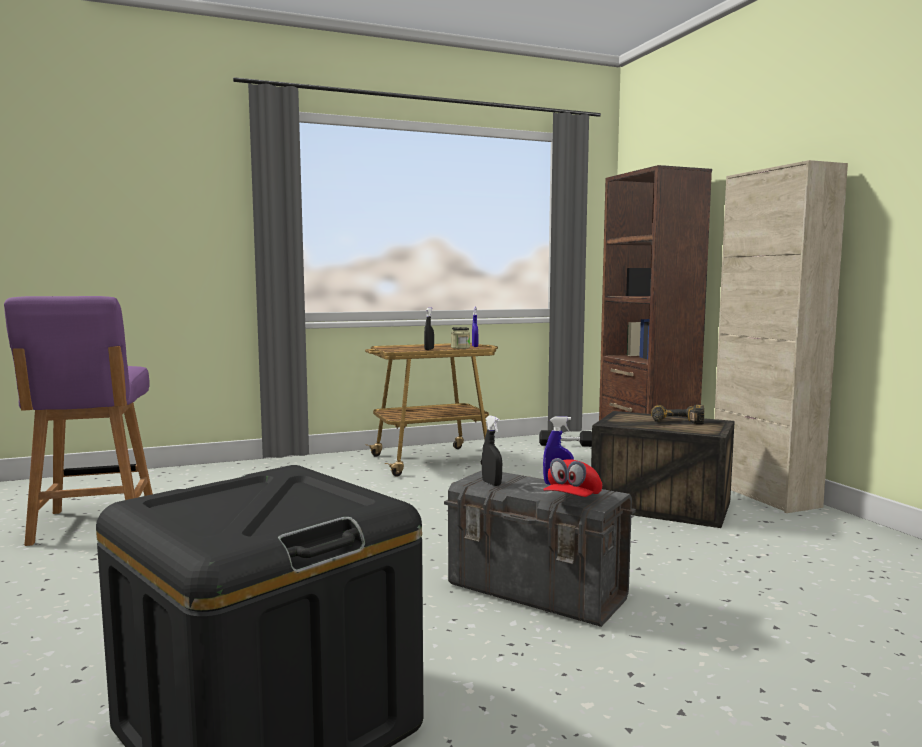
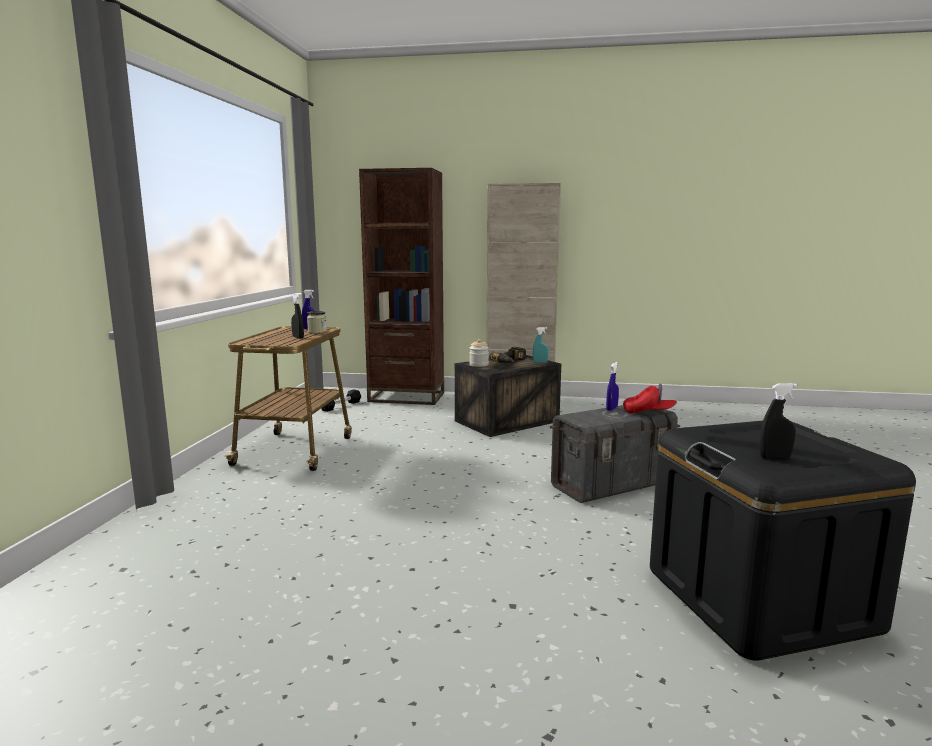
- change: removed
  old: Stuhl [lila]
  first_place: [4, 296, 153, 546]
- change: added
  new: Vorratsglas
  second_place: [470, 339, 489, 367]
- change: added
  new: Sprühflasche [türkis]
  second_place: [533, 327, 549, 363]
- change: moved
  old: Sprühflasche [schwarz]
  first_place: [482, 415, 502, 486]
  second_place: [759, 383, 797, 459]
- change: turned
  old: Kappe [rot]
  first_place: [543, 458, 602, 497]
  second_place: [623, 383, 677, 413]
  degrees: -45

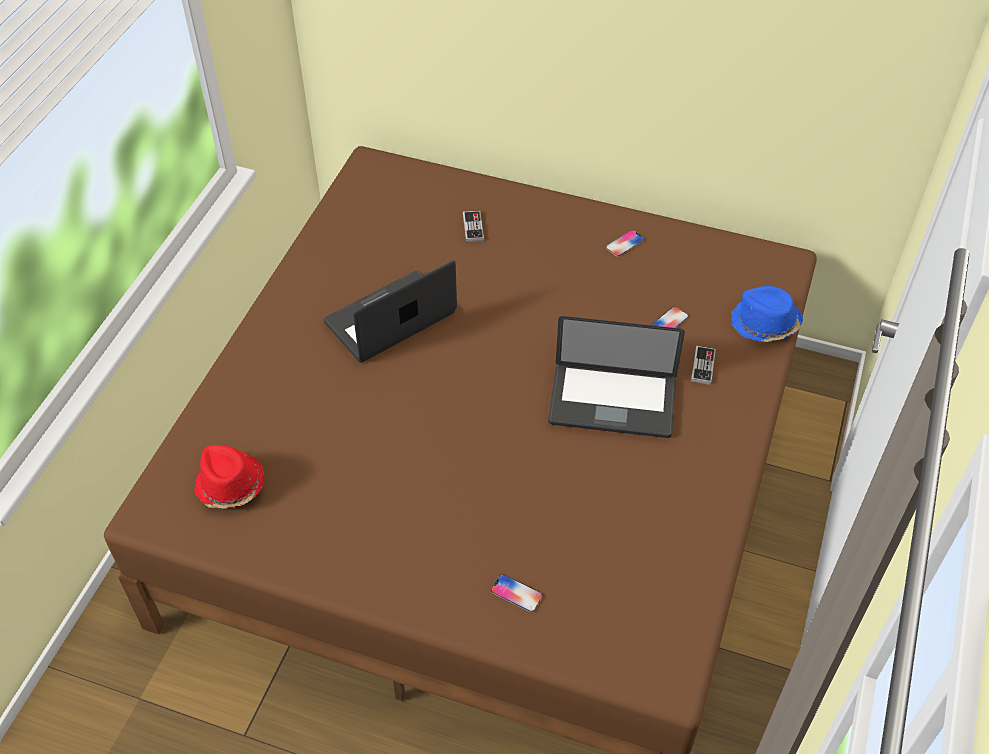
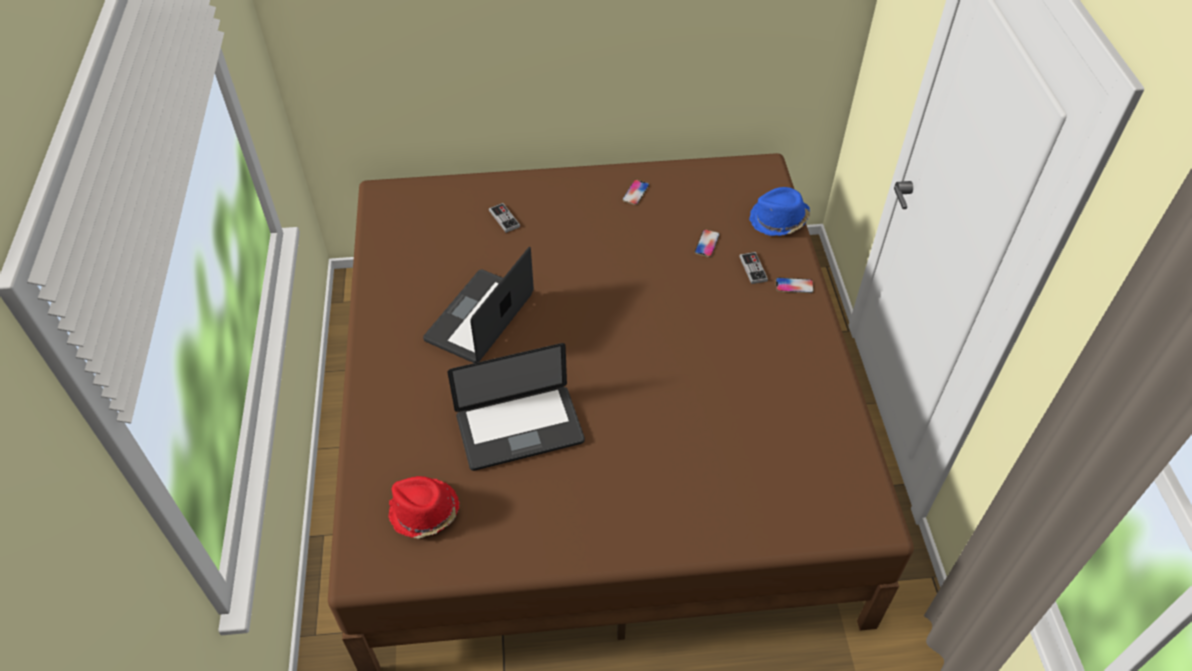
- change: moved
  old: Handy
  first_place: [491, 574, 543, 612]
  second_place: [776, 278, 814, 293]
- change: moved
  old: Laptop
  first_place: [548, 316, 685, 438]
  second_place: [447, 343, 585, 471]

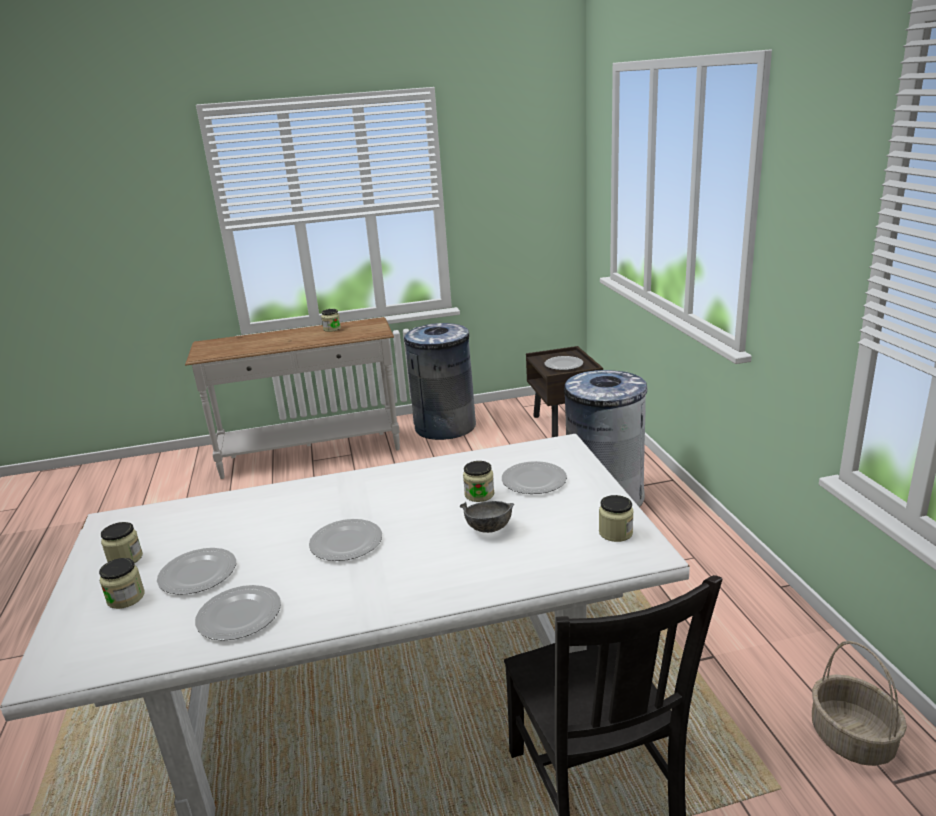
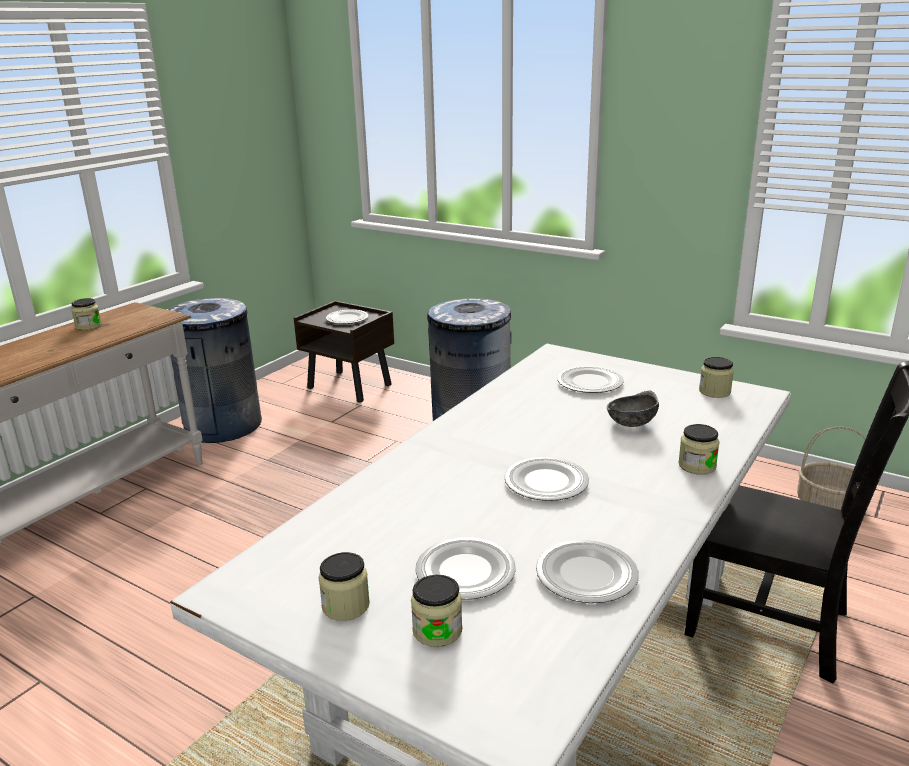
- change: moved
  old: Vorratsglas
  first_place: [463, 461, 494, 502]
  second_place: [678, 424, 720, 475]

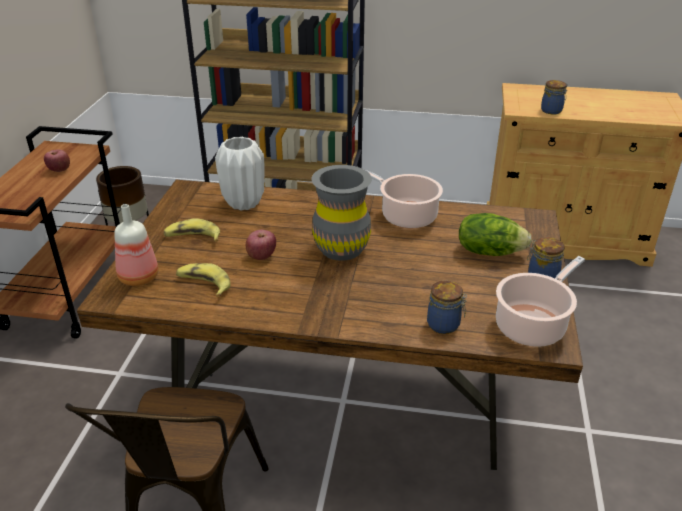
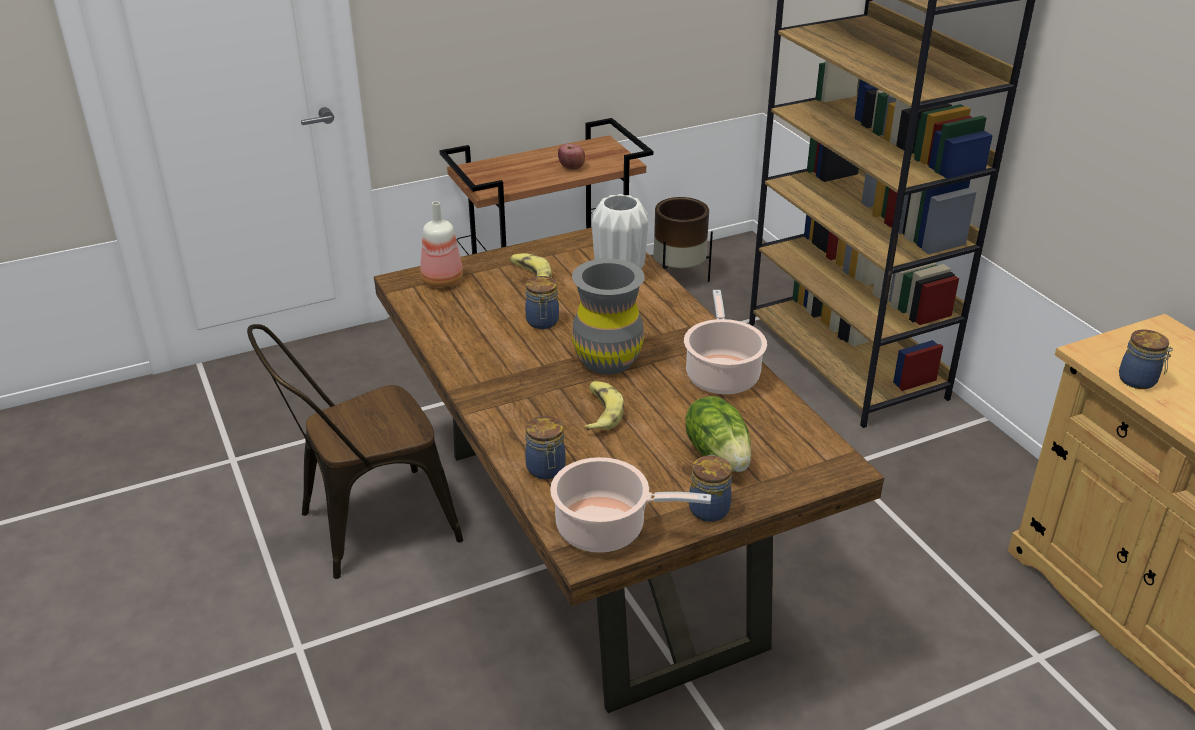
- change: moved
  old: Banane
  first_place: [176, 263, 231, 297]
  second_place: [584, 381, 624, 431]
- change: replaced
  old: Apfel
  new: Vorratsglas
  first_place: [246, 230, 276, 260]
  second_place: [525, 276, 559, 329]

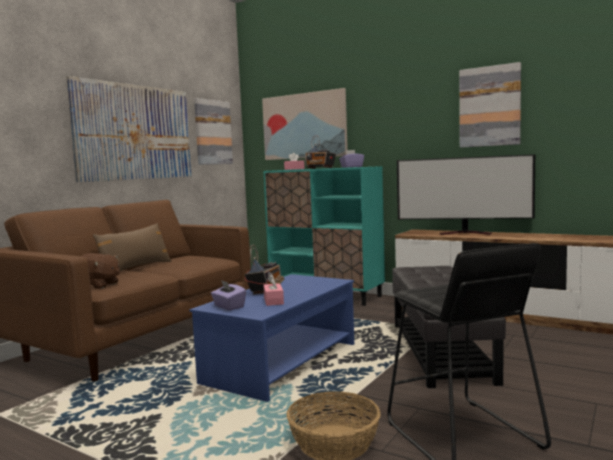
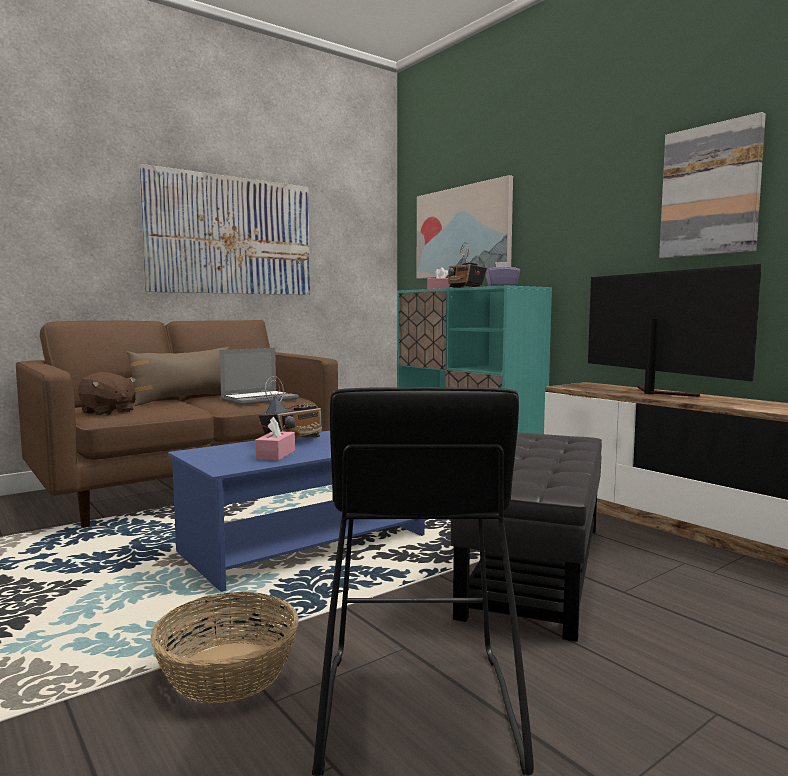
- change: removed
  old: Bild
  first_place: [194, 98, 233, 165]
- change: removed
  old: Taschentuchbox [lila]
  first_place: [211, 280, 246, 310]
- change: added
  new: Laptop
  second_place: [220, 348, 299, 405]
- change: turned
  old: Fernseher
  first_place: [397, 154, 535, 235]
  second_place: [588, 264, 761, 397]
  degrees: -150

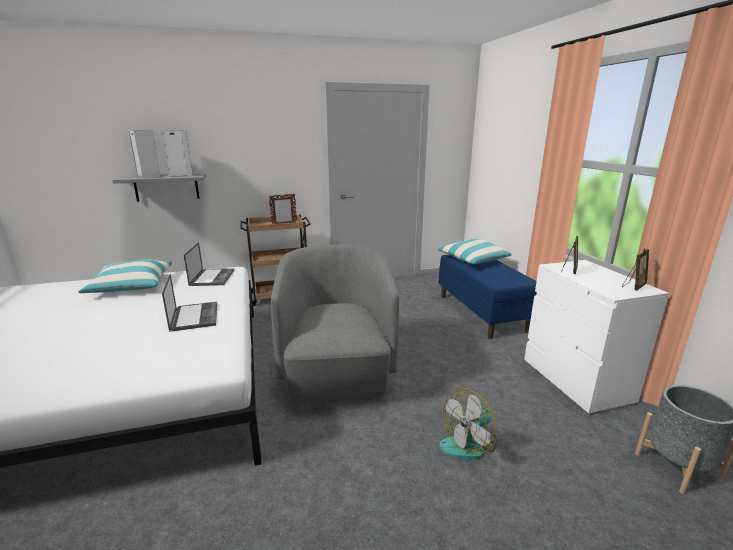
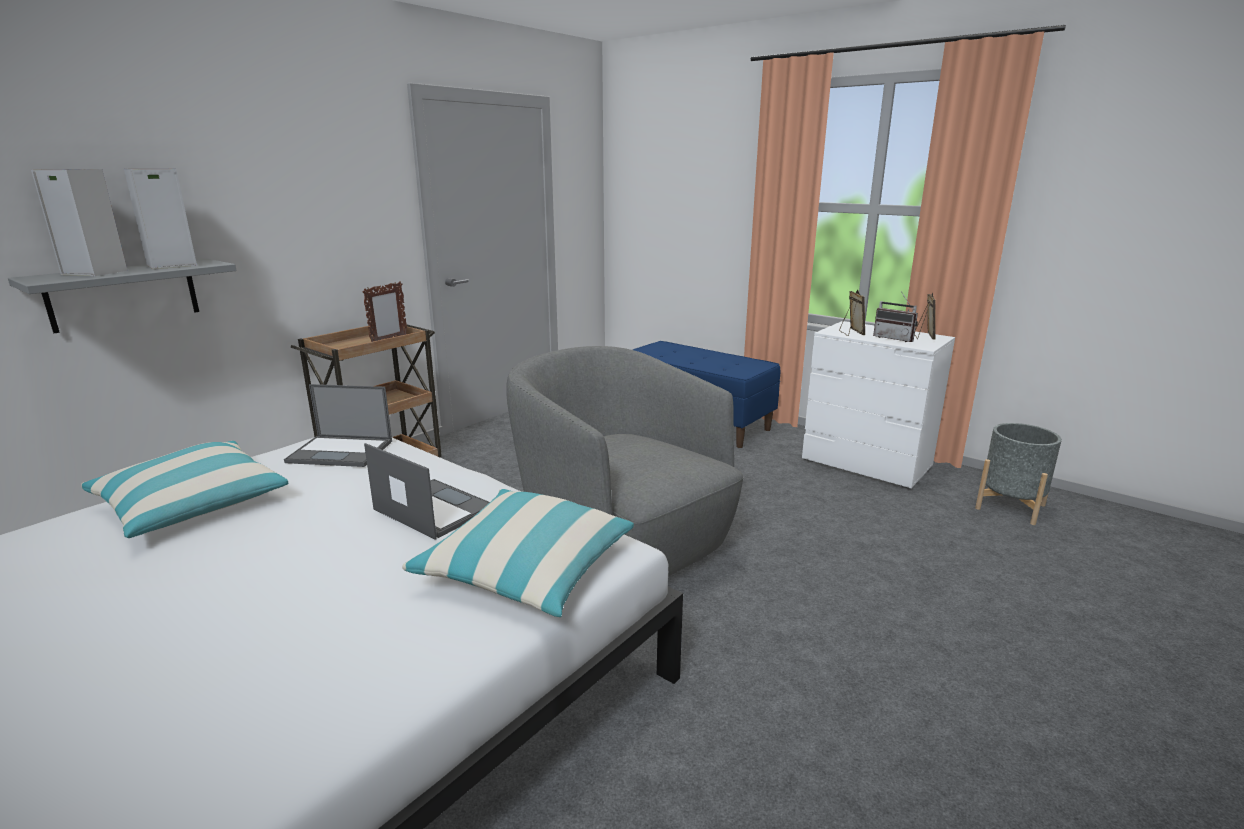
- change: removed
  old: Ventilator
  first_place: [439, 389, 498, 460]
- change: added
  new: Radio
  second_place: [873, 291, 918, 342]
- change: moved
  old: Kissen
  first_place: [437, 239, 512, 264]
  second_place: [402, 489, 634, 617]
- change: turned
  old: Laptop
  first_place: [184, 242, 234, 286]
  second_place: [284, 384, 392, 467]
  degrees: 135

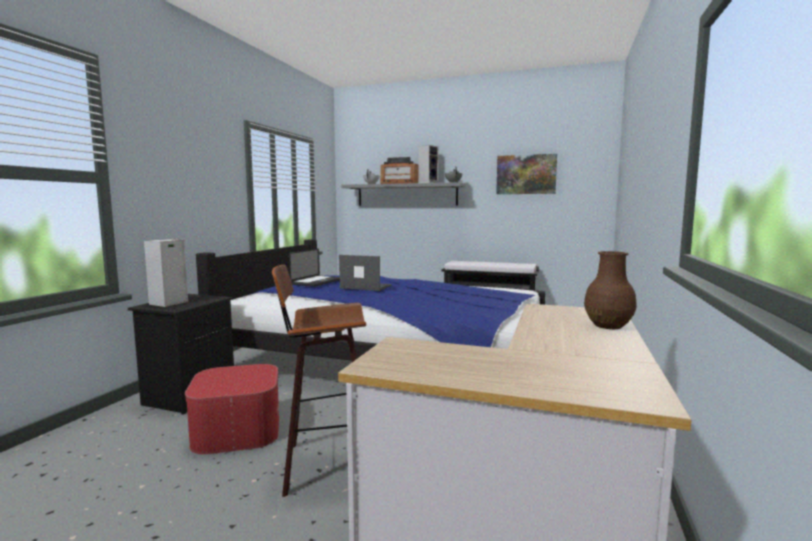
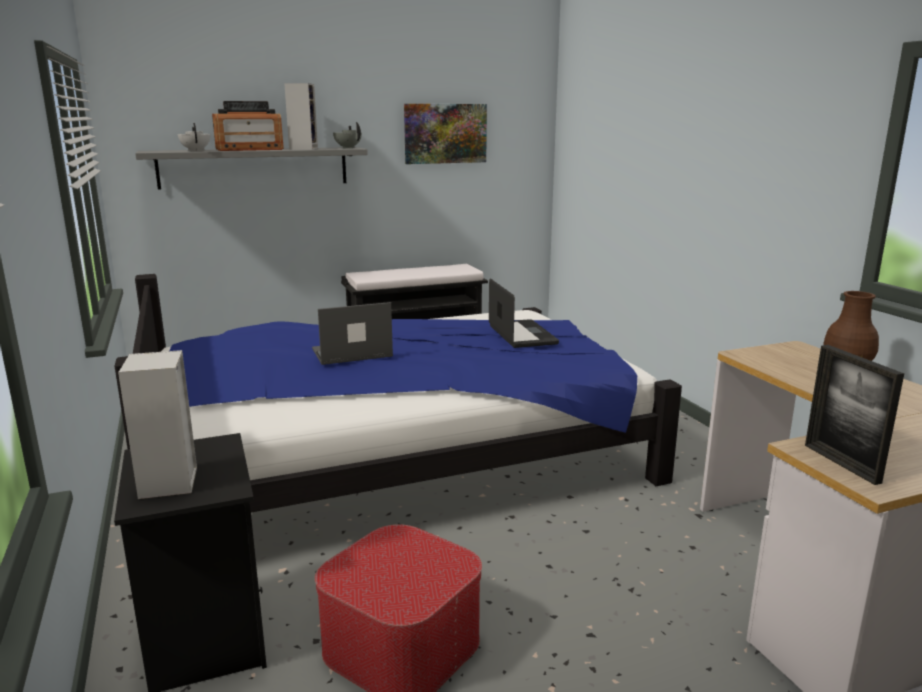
- change: removed
  old: Hocker
  first_place: [272, 265, 366, 497]
- change: added
  new: Bilderrahmen
  second_place: [805, 345, 904, 485]
- change: moved
  old: Laptop
  first_place: [289, 249, 340, 287]
  second_place: [489, 278, 559, 348]

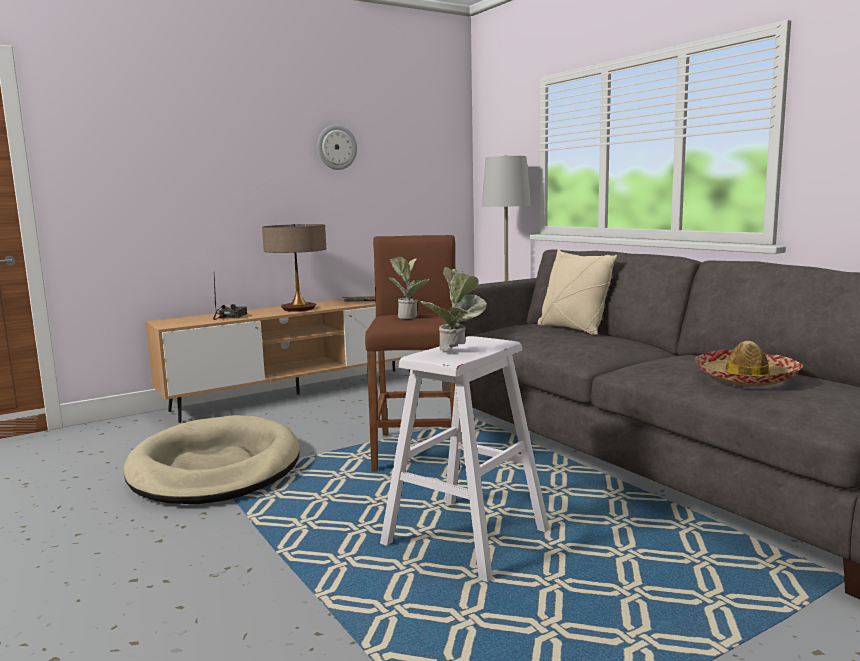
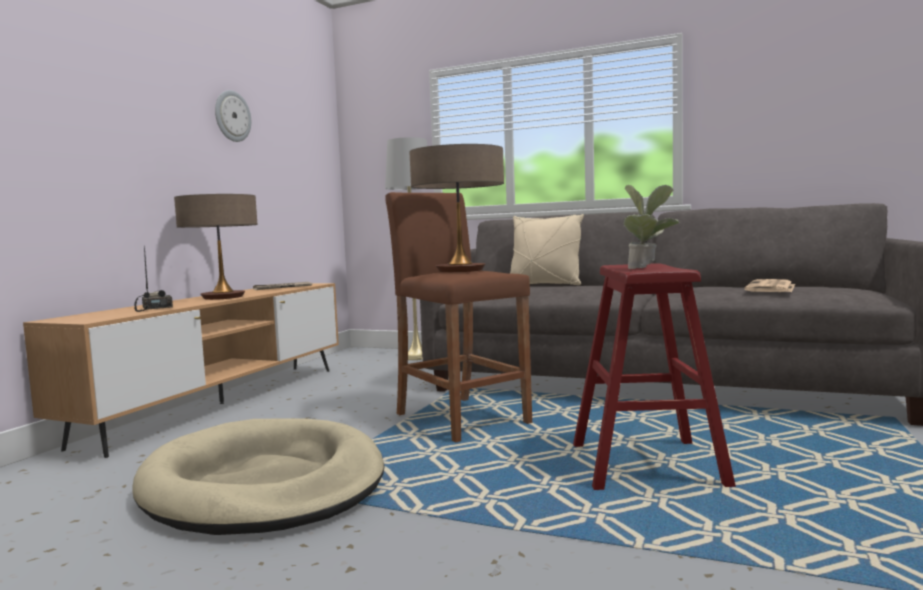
- change: replaced
  old: Topfpflanze
  new: Tischlampe
  first_place: [389, 257, 430, 319]
  second_place: [410, 144, 504, 272]
- change: replaced
  old: Hut
  new: Zeitung
  first_place: [695, 341, 803, 386]
  second_place: [745, 279, 795, 292]
- change: recoloured
  old: Hocker [weiß]
  new: Hocker [rot]
  first_place: [380, 336, 549, 582]
  second_place: [573, 263, 736, 490]

